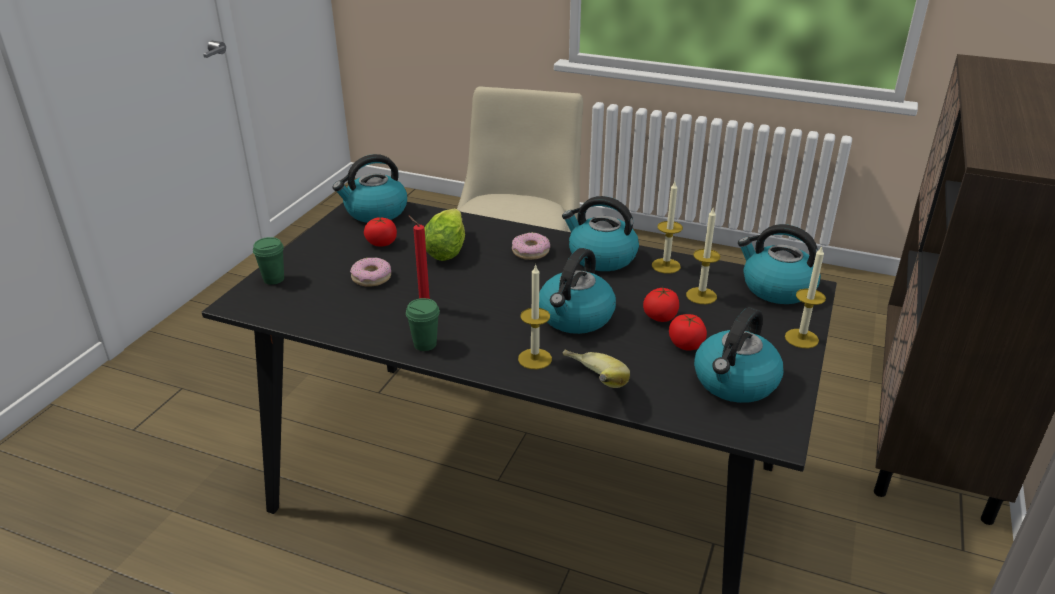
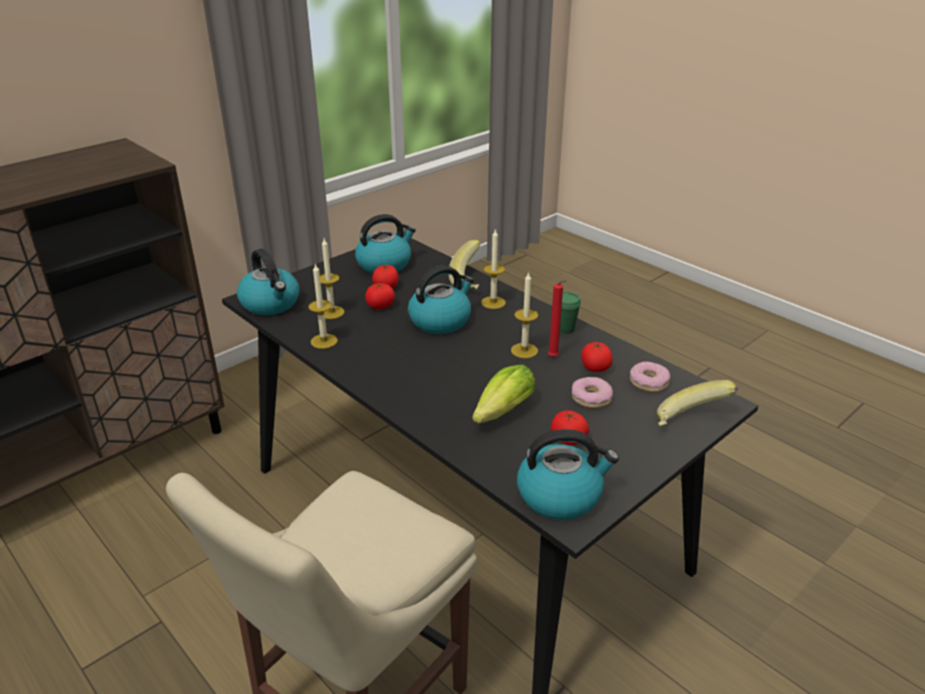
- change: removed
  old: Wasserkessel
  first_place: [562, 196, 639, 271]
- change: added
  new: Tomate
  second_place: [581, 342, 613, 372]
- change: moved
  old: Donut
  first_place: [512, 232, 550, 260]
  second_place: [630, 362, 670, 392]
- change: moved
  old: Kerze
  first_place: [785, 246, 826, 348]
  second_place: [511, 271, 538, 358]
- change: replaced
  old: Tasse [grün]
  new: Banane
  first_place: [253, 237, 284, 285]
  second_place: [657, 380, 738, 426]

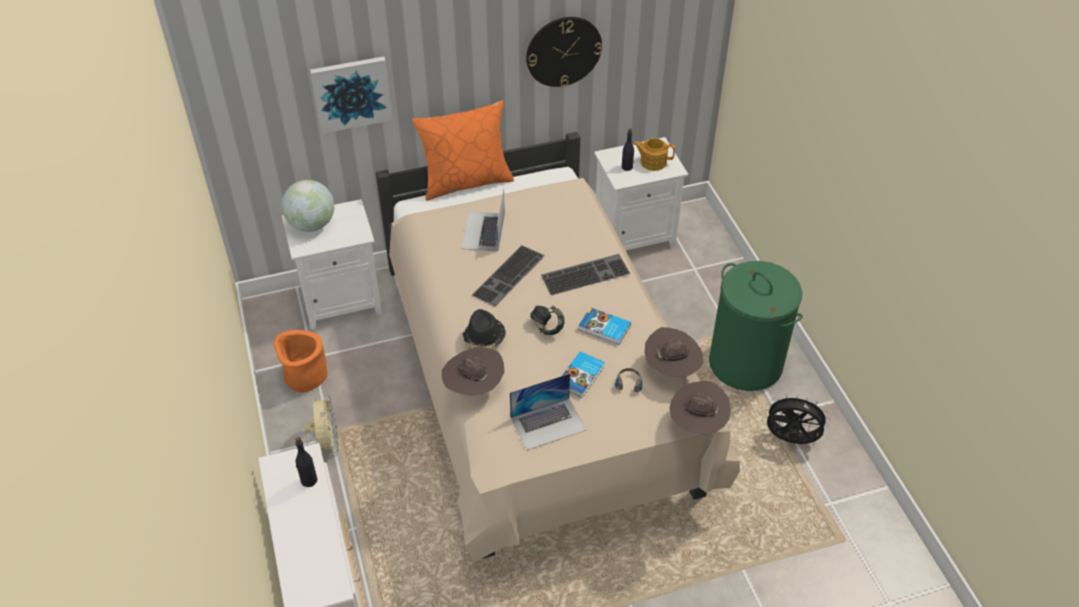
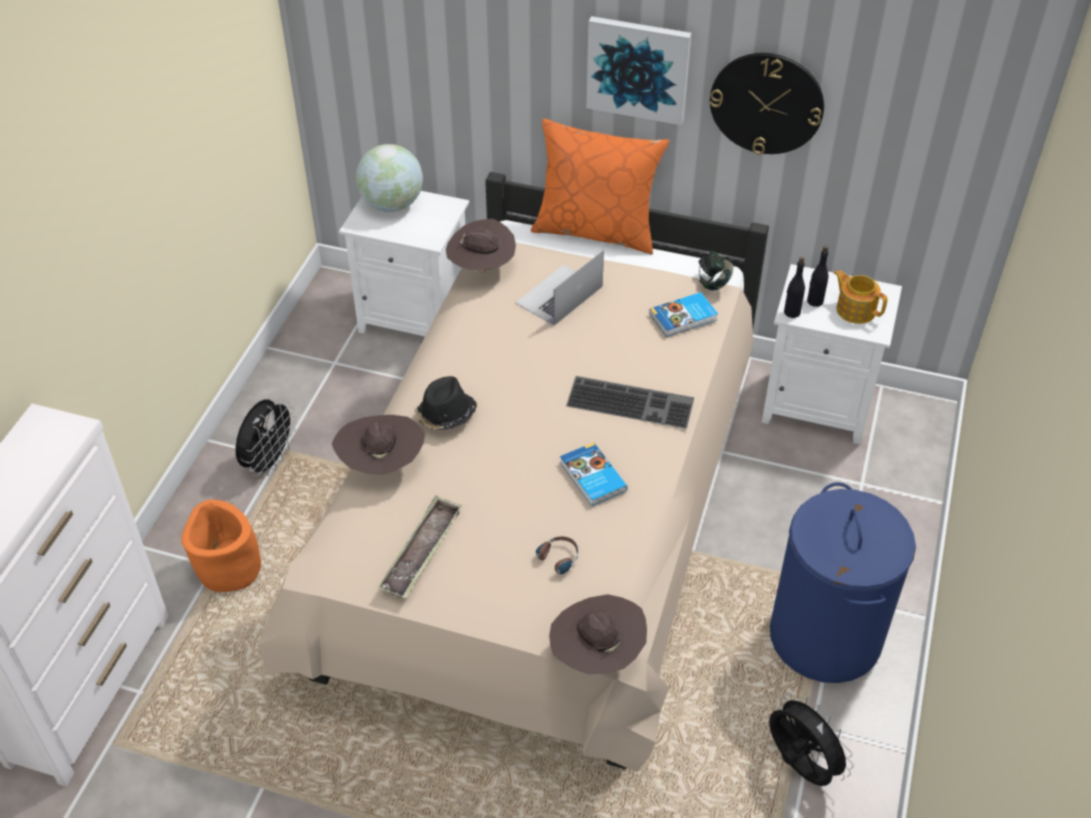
- change: removed
  old: Tastatur
  first_place: [472, 245, 545, 306]
- change: moved
  old: Pflanzkübel [orange]
  first_place: [273, 330, 327, 393]
  second_place: [181, 500, 261, 592]
- change: moved
  old: Flasche [schwarz]
  first_place: [295, 437, 318, 487]
  second_place: [784, 257, 805, 318]
- change: moved
  old: Bild
  first_place: [310, 56, 393, 134]
  second_place: [586, 16, 691, 125]
- change: moved
  old: Kopfhörer
  first_place: [530, 306, 565, 335]
  second_place: [698, 251, 733, 291]
- change: moved
  old: Buch
  first_place: [562, 351, 605, 398]
  second_place: [649, 292, 718, 337]
- change: moved
  old: Hut [braun]
  first_place: [645, 327, 703, 377]
  second_place: [446, 219, 516, 274]
- change: replaced
  old: Laptop
  new: Tablett
  first_place: [510, 373, 586, 450]
  second_place: [378, 495, 462, 599]
- change: recoloured
  old: Ventilator [beige]
  new: Ventilator [schwarz]
  first_place: [304, 393, 338, 456]
  second_place: [236, 399, 296, 477]
- change: recoloured
  old: Wäschekorb [grün]
  new: Wäschekorb [blau]
  first_place: [709, 261, 803, 391]
  second_place: [770, 482, 916, 683]

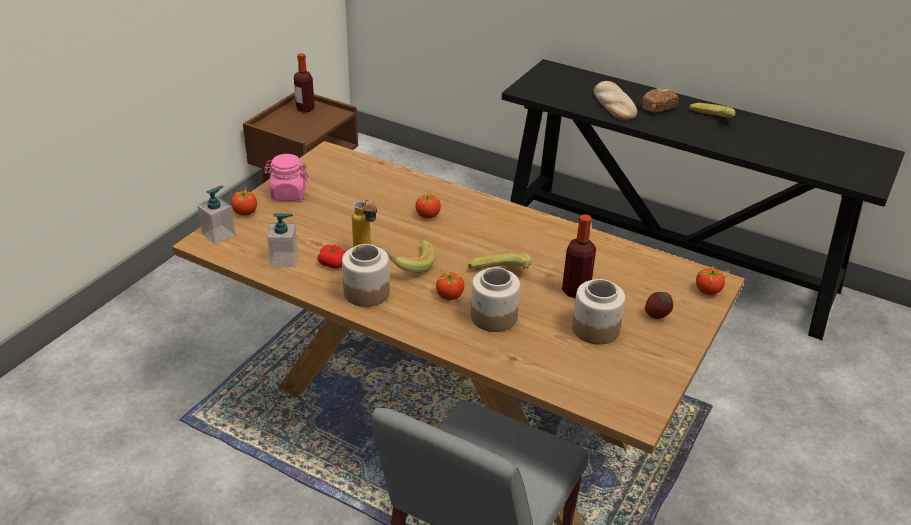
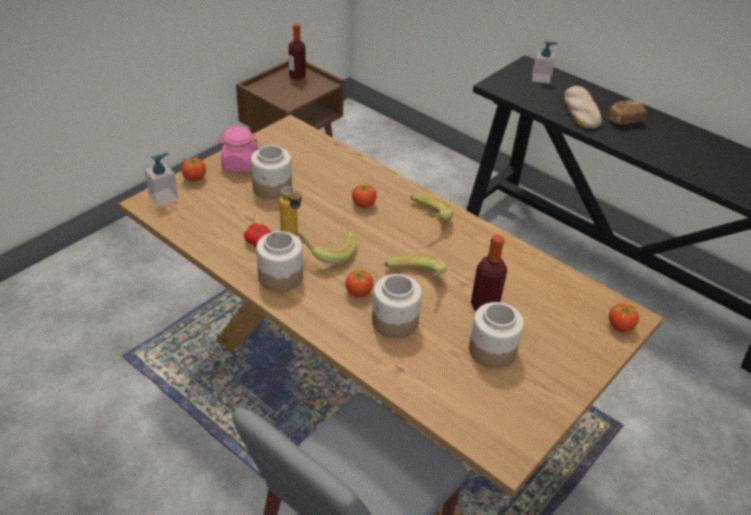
- change: removed
  old: Apfel
  first_place: [645, 292, 673, 319]
- change: added
  new: Vorratsglas
  second_place: [251, 145, 292, 199]
- change: moved
  old: Seifenspender
  first_place: [267, 213, 298, 267]
  second_place: [532, 41, 558, 84]
- change: moved
  old: Banane
  first_place: [689, 103, 735, 118]
  second_place: [411, 194, 453, 220]

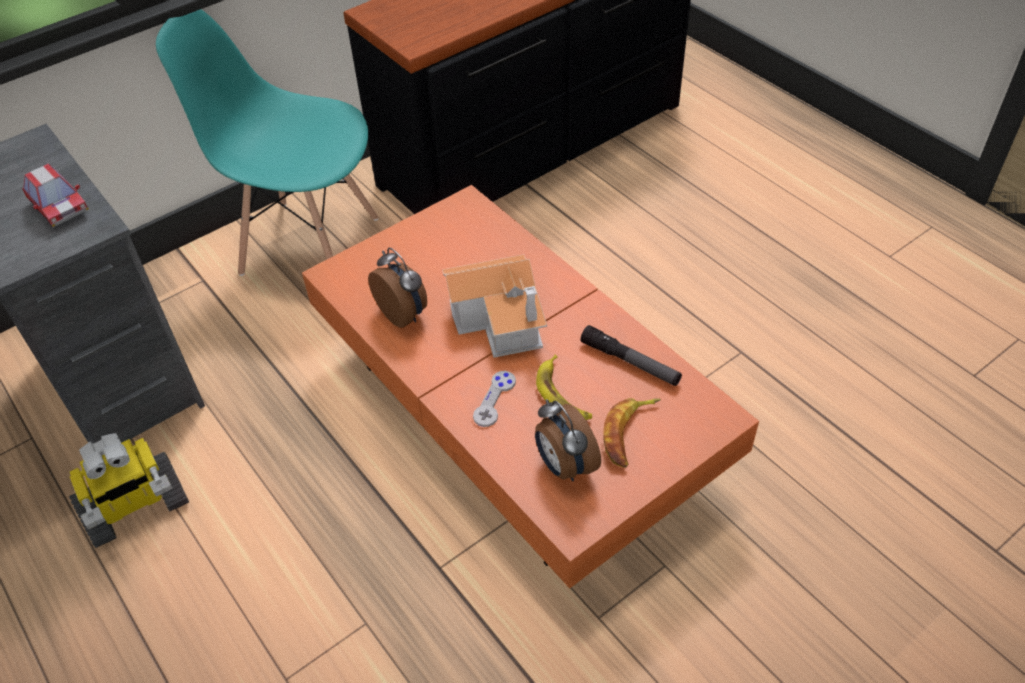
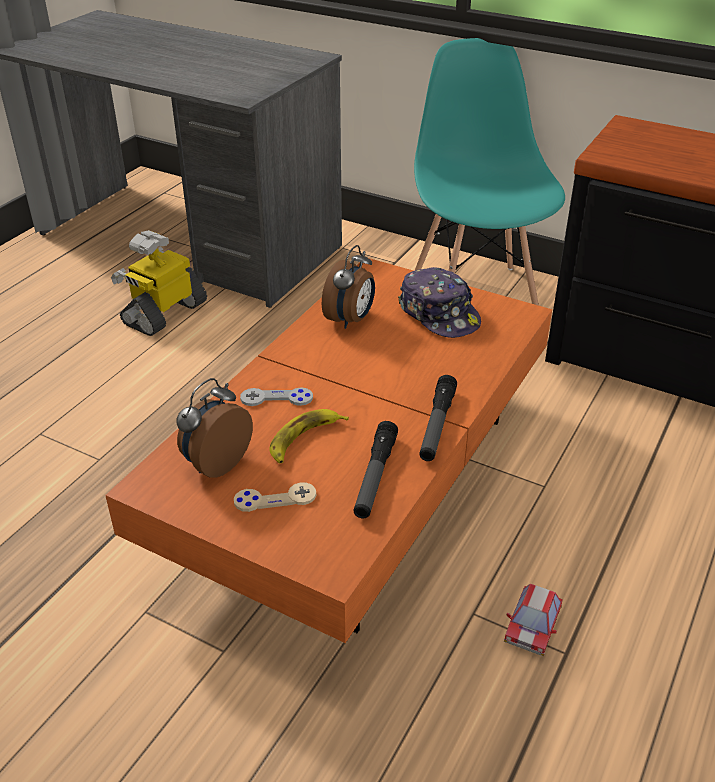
- change: removed
  old: Spielzeughaus
  first_place: [442, 254, 547, 358]
- change: added
  new: Kappe
  second_place: [398, 267, 481, 338]
- change: added
  new: Taschenlampe
  second_place: [419, 375, 457, 461]
- change: moved
  old: Spielzeugauto
  first_place: [22, 164, 89, 227]
  second_place: [504, 584, 563, 656]
- change: replaced
  old: Banane
  new: Gamepad [beige]
  first_place: [603, 398, 661, 468]
  second_place: [234, 482, 316, 512]
- change: turned
  old: Spielzeugroboter
  first_place: [69, 433, 189, 548]
  second_place: [111, 230, 207, 336]
  degrees: 90

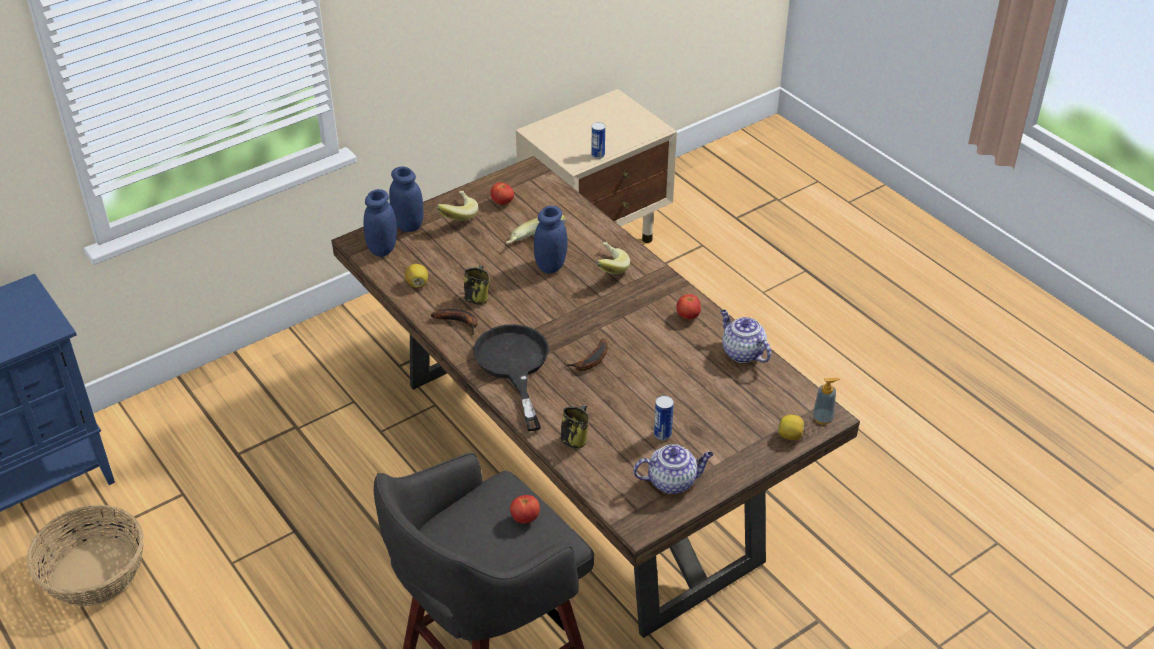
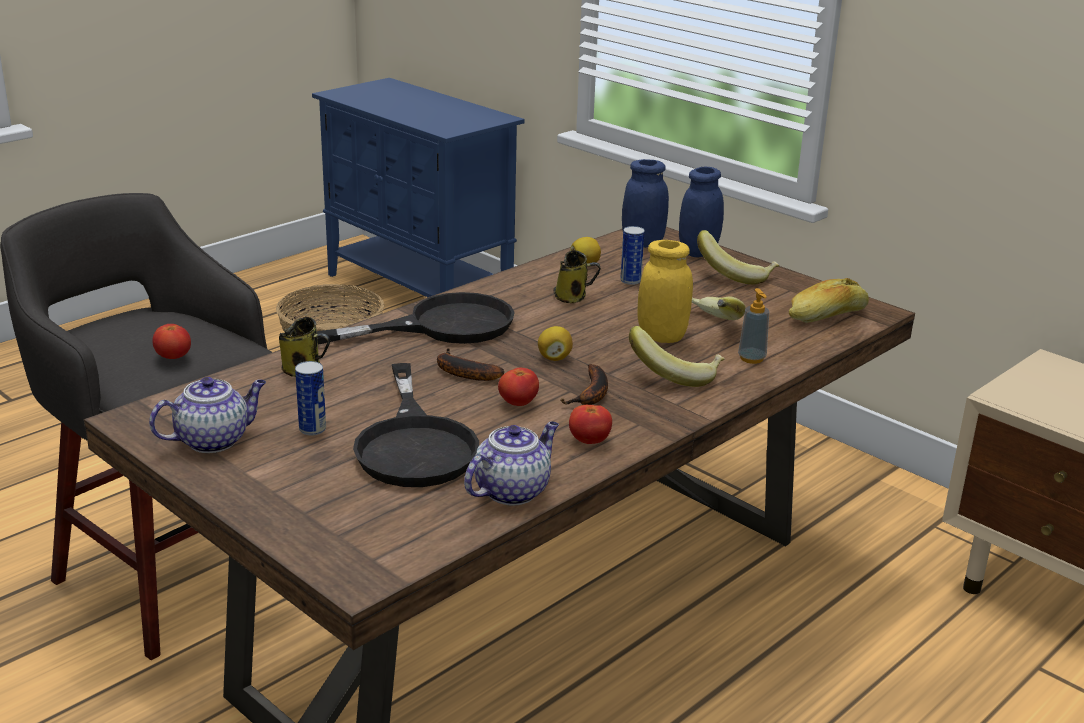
- change: added
  new: Pfanne [schwarz]
  second_place: [353, 363, 479, 487]
- change: added
  new: Brot
  second_place: [789, 278, 869, 323]
- change: moved
  old: Banane
  first_place: [431, 309, 478, 335]
  second_place: [560, 364, 608, 405]
- change: moved
  old: Tomate
  first_place: [490, 182, 514, 205]
  second_place: [498, 367, 539, 406]
- change: moved
  old: Dose
  first_place: [591, 122, 605, 159]
  second_place: [620, 226, 645, 285]
- change: moved
  old: Zitrone
  first_place: [778, 415, 804, 440]
  second_place: [538, 326, 573, 361]
- change: moved
  old: Seifenspender
  first_place: [813, 378, 840, 425]
  second_place: [738, 288, 769, 364]
- change: recoloured
  old: Vorratsglas [blau]
  new: Vorratsglas [gelb]
  first_place: [534, 206, 568, 274]
  second_place: [637, 240, 693, 343]
- change: turned
  old: Teekanne
  first_place: [633, 444, 714, 494]
  second_place: [149, 377, 266, 453]
  degrees: -105

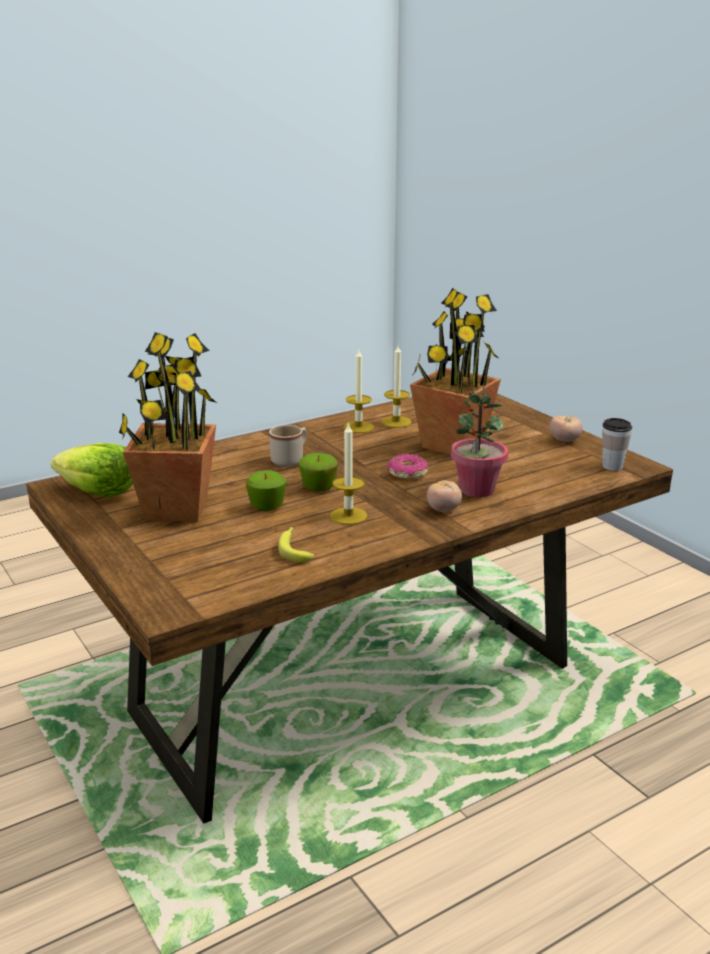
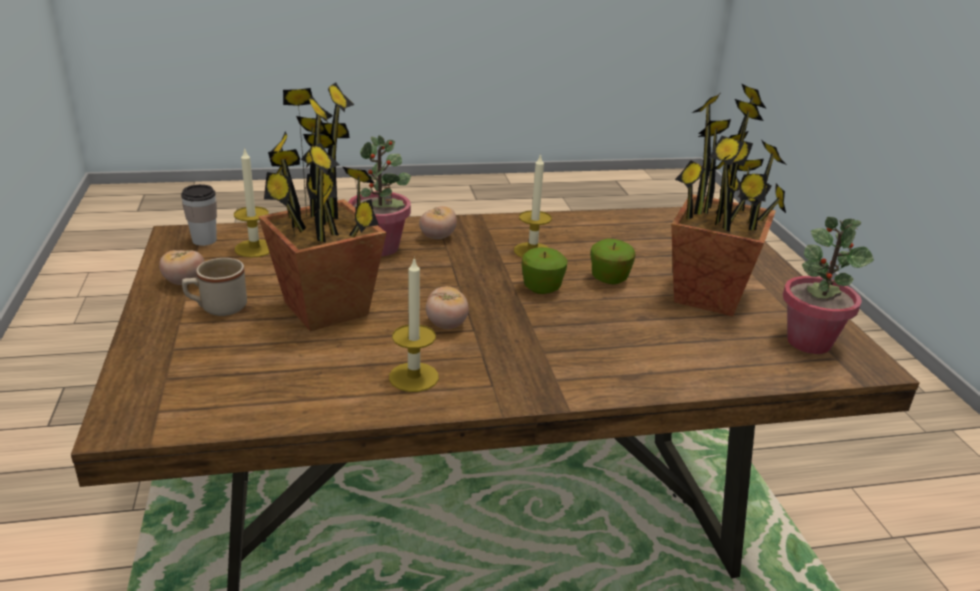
- change: removed
  old: Banane
  first_place: [278, 527, 314, 563]
- change: removed
  old: Donut
  first_place: [387, 454, 428, 479]
- change: added
  new: Tomate
  second_place: [426, 286, 469, 329]
- change: moved
  old: Henkelbecher [beige]
  first_place: [269, 425, 306, 467]
  second_place: [182, 258, 247, 316]
- change: moved
  old: Kerze
  first_place: [382, 345, 412, 428]
  second_place: [234, 147, 270, 258]
- change: replaced
  old: Salatkopf
  new: Topfpflanze
  first_place: [51, 443, 133, 497]
  second_place: [783, 217, 874, 354]

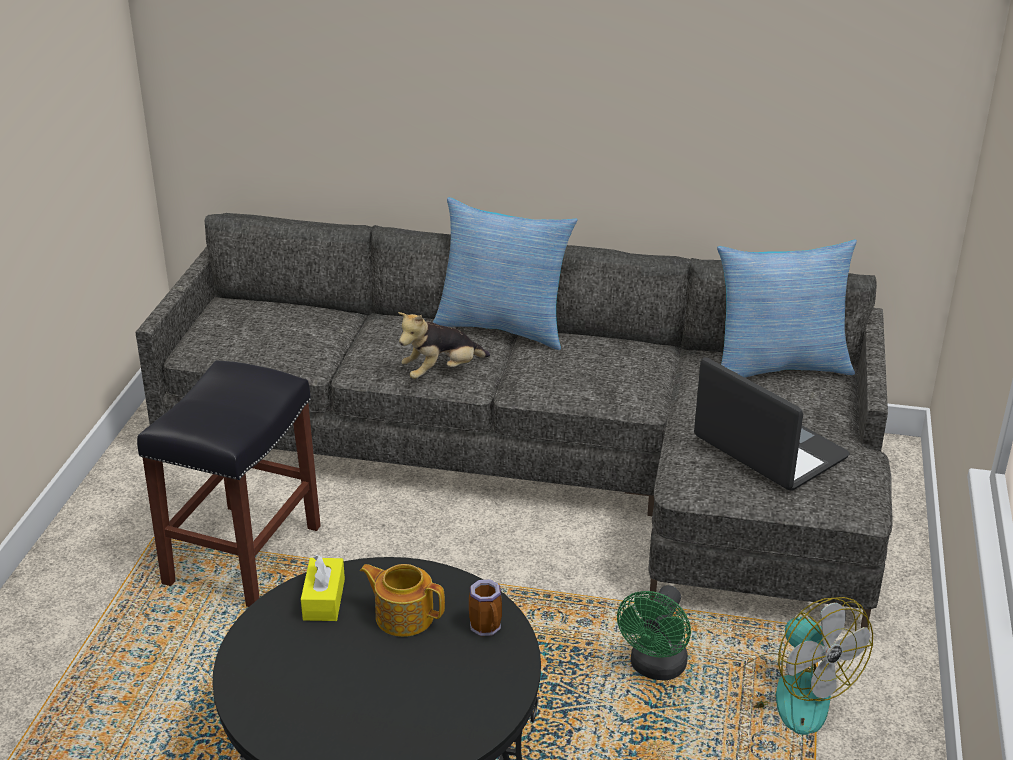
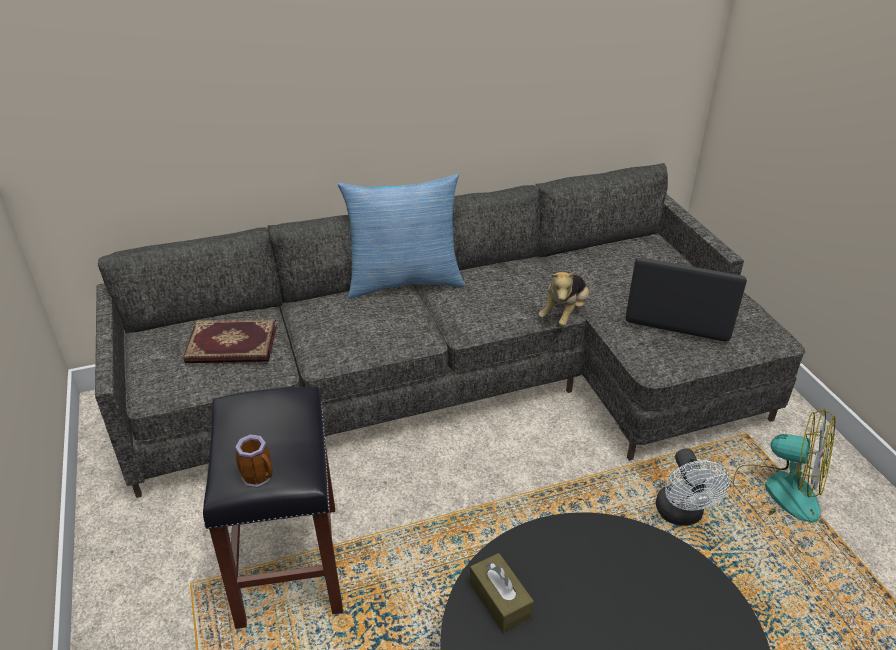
- change: removed
  old: Teekanne
  first_place: [360, 564, 445, 637]
- change: removed
  old: Kissen
  first_place: [717, 240, 857, 377]
- change: added
  new: Buch
  second_place: [183, 319, 277, 363]
- change: moved
  old: Plüschtier
  first_place: [398, 312, 490, 379]
  second_place: [538, 270, 589, 326]
- change: moved
  old: Henkelbecher
  first_place: [469, 580, 502, 636]
  second_place: [235, 434, 273, 488]
- change: recoloured
  old: Taschentuchbox [gelb]
  new: Taschentuchbox [braun]
  first_place: [301, 554, 345, 621]
  second_place: [470, 553, 534, 633]
- change: recoloured
  old: Ventilator [grün]
  new: Ventilator [weiß]
  first_place: [617, 585, 691, 680]
  second_place: [656, 448, 730, 526]

